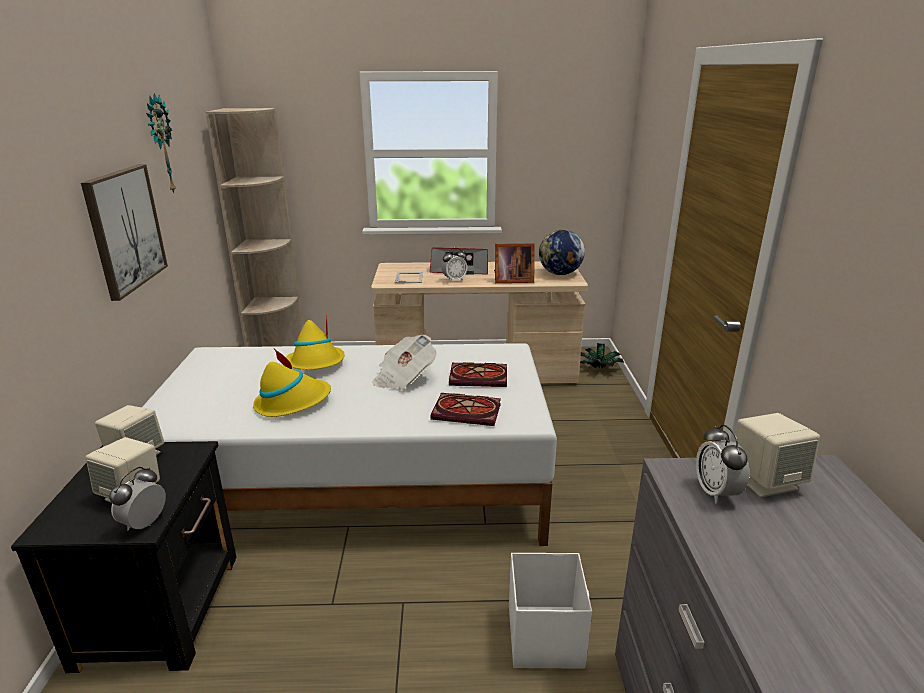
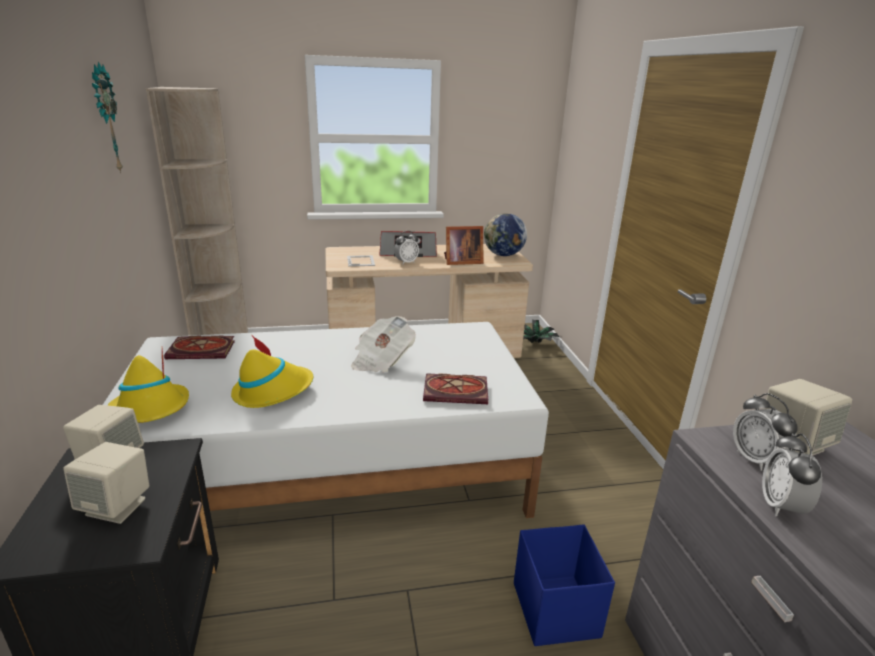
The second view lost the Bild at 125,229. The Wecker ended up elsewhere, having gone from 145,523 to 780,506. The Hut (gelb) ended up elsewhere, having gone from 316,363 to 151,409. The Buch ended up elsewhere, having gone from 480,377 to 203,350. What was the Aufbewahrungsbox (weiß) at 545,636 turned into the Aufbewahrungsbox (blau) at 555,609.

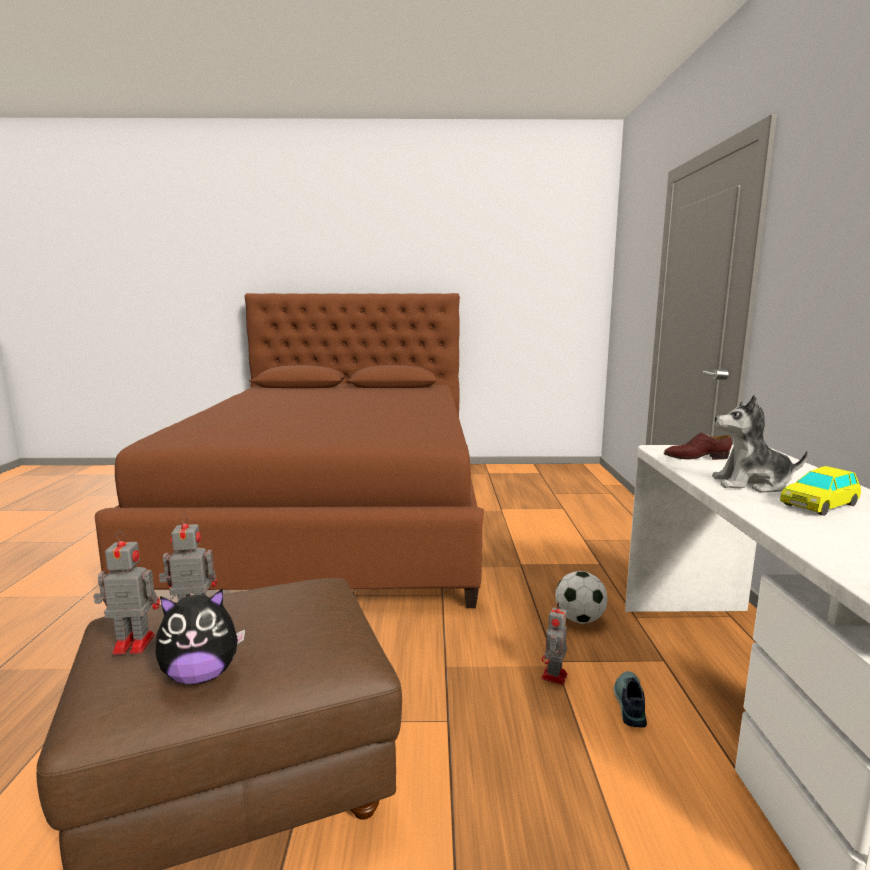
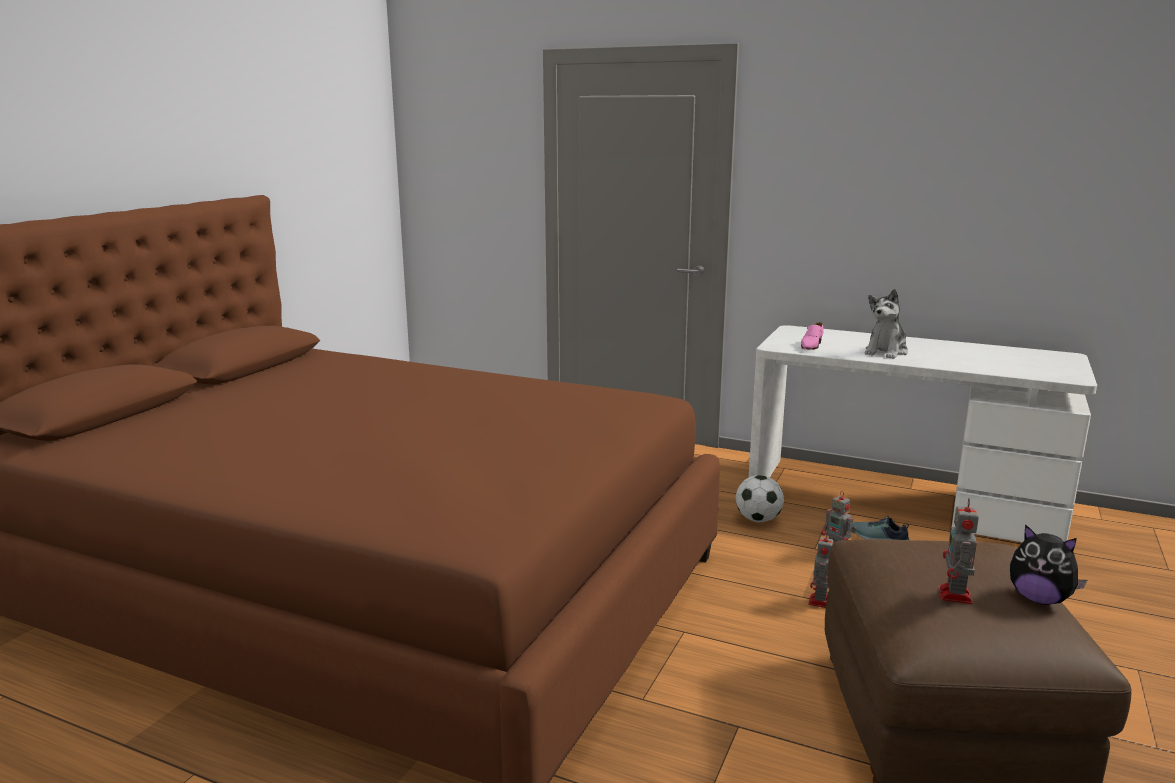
The Spielzeugroboter ended up elsewhere, having gone from 131,644 to 820,602. The Plüschtier at 201,675 ended up facing another way, 120 degrees clockwise from before. What was the Schuh (braun) at 696,458 turned into the Schuh (rosa) at 811,346. The second view lost the Spielzeugauto at 819,505.

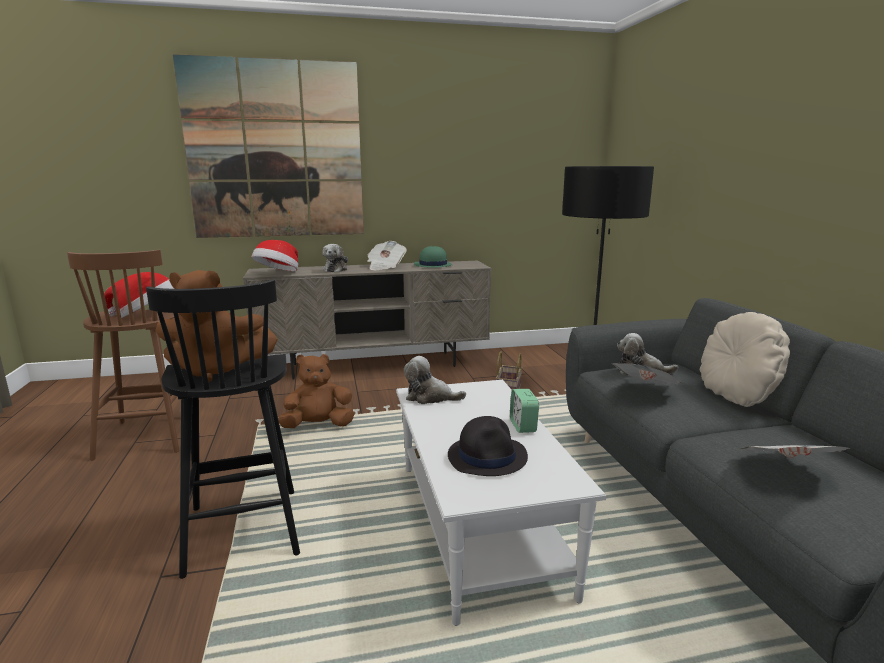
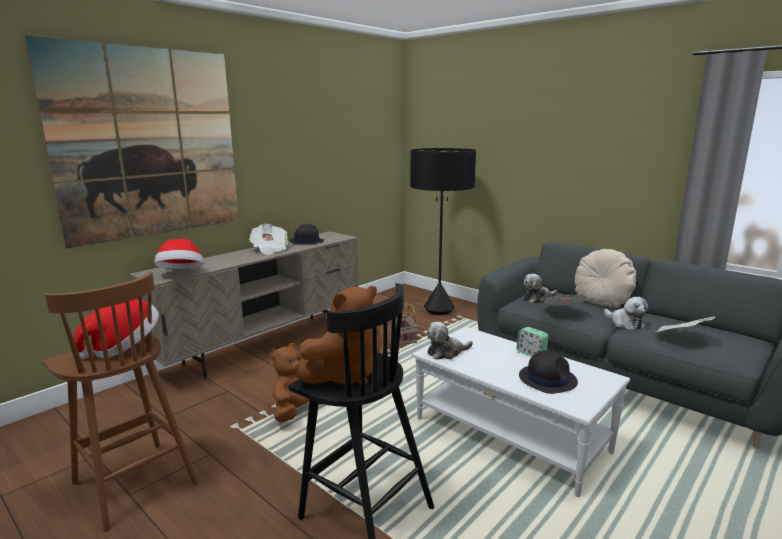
The Plüschtier ended up elsewhere, having gone from 336,269 to 625,323. What was the Hut (grün) at 432,265 turned into the Hut (schwarz) at 306,241.

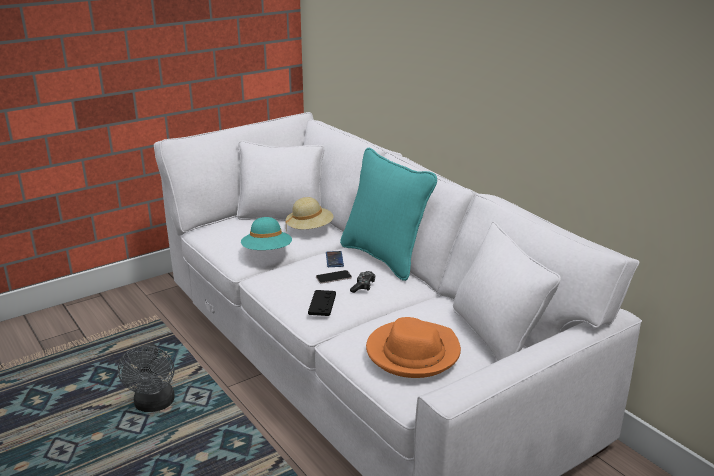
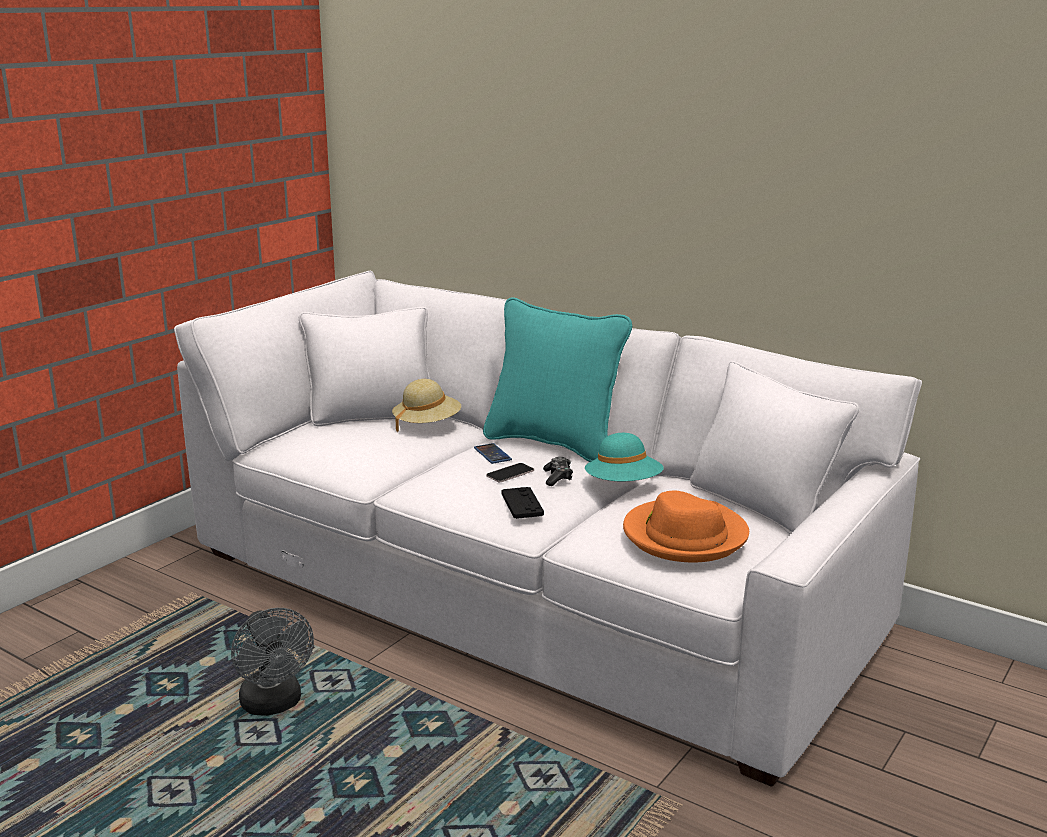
The Hut (türkis) ended up elsewhere, having gone from 267,252 to 623,485.

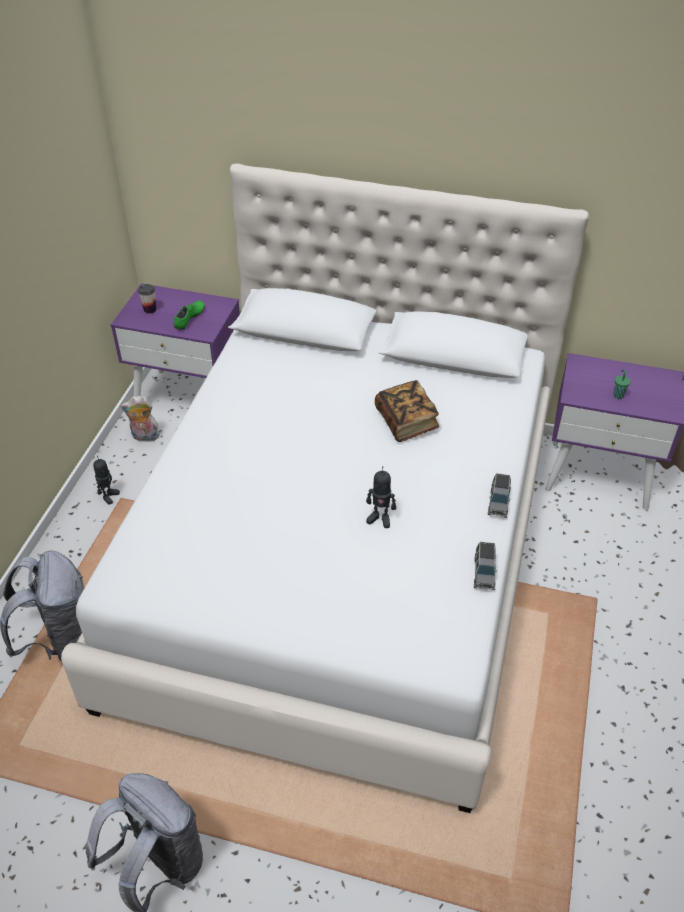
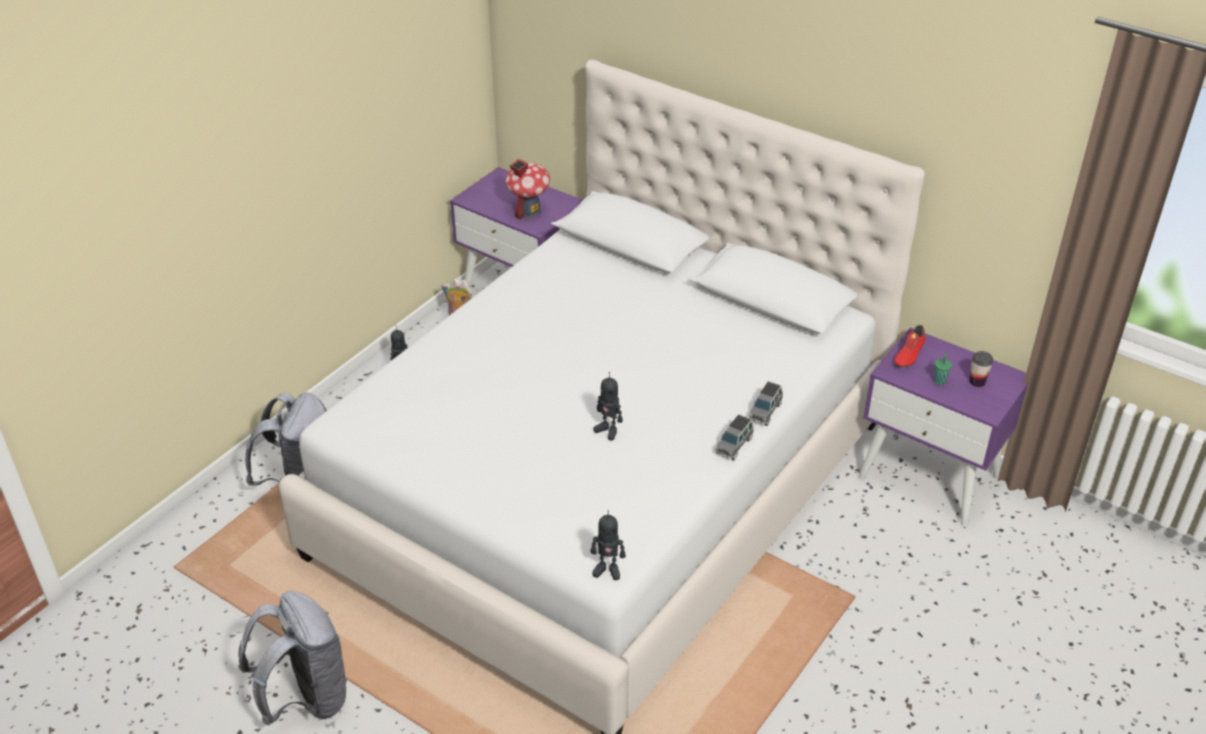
The Tasse ended up elsewhere, having gone from 150,309 to 977,382. Where the Schuh (grün) stood at 190,319, the Spielzeughaus came to stand at 528,211. The second view lost the Buch at 406,422. The Spielzeugauto (grau) ended up elsewhere, having gone from 484,573 to 765,412. The second view gained the Spielzeugroboter at 607,570. The second view gained the Schuh (rot) at 909,354.

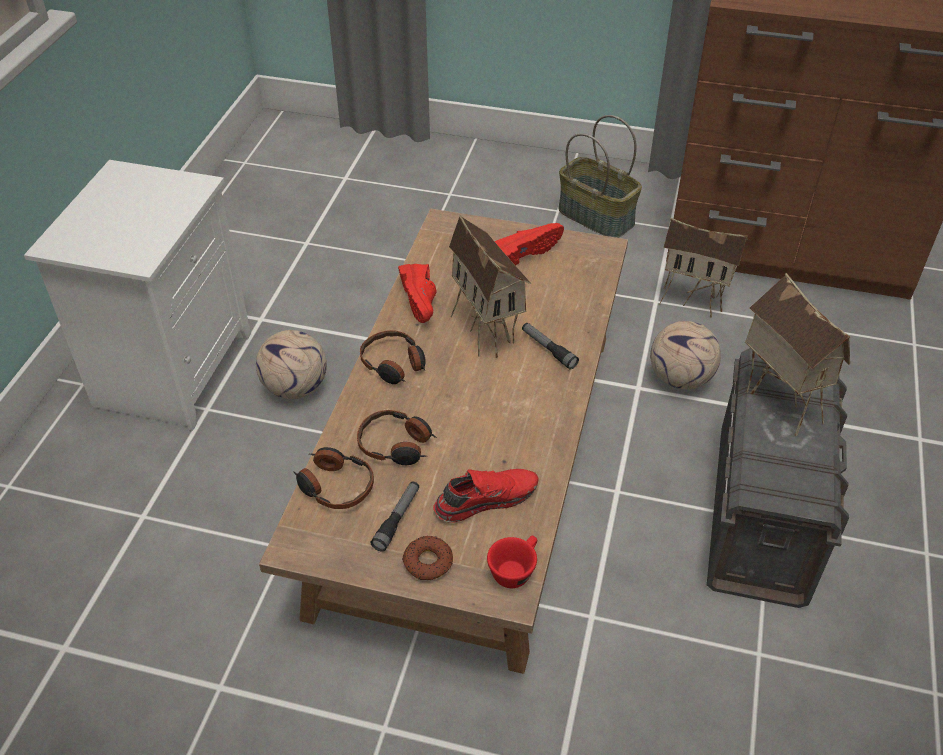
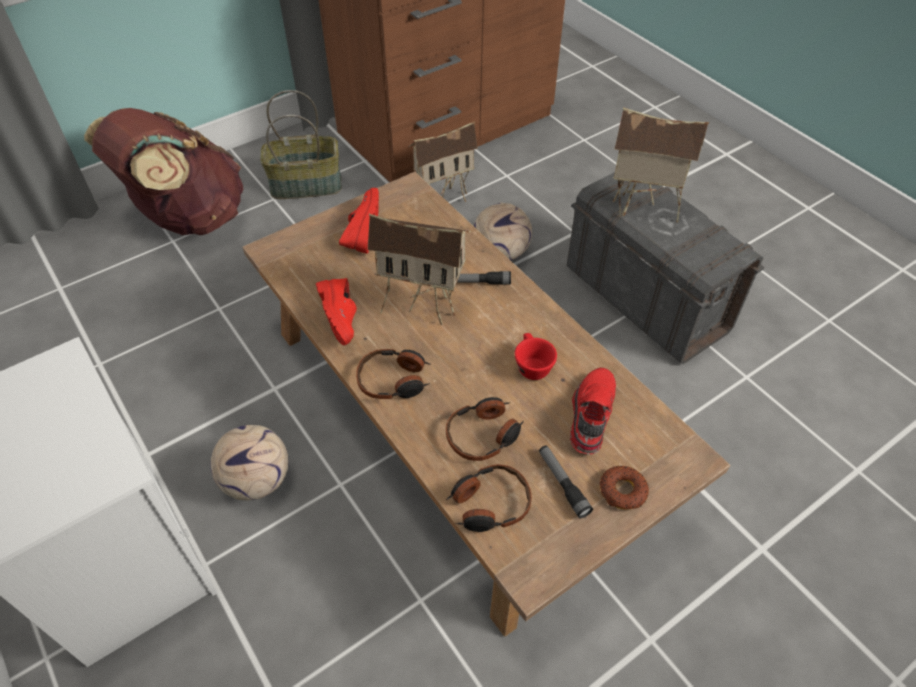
The Schuh (rot) at 423,301 ended up facing another way, 45 degrees clockwise from before. The Tasse (rot) ended up elsewhere, having gone from 515,570 to 531,365. The second view gained the Rucksack (braun) at 188,218.

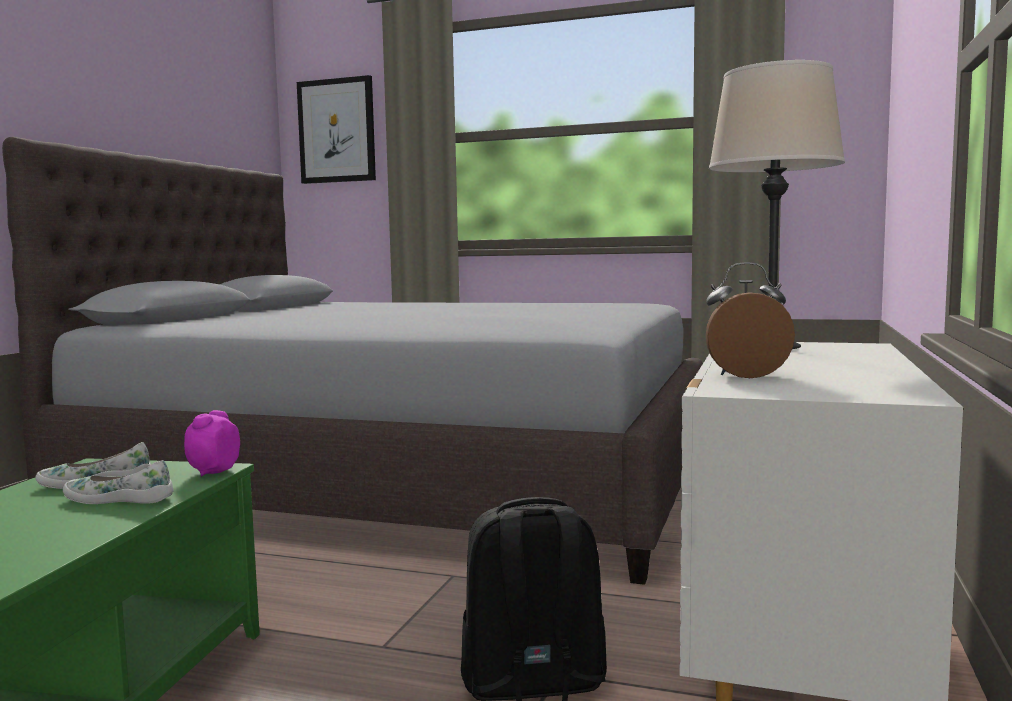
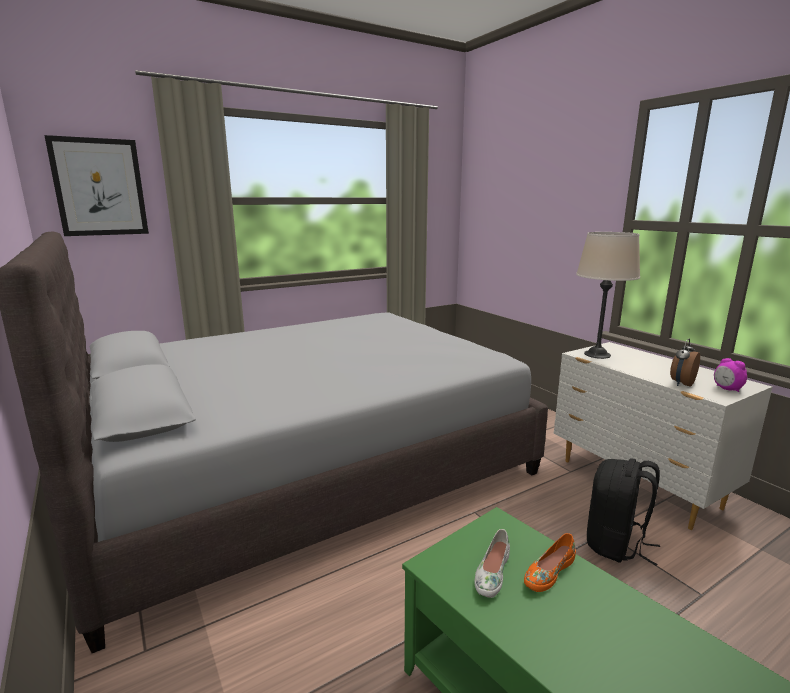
What was the Schuh (weiß) at 119,499 turned into the Schuh (orange) at 548,572. The Wecker ended up elsewhere, having gone from 213,472 to 727,389.

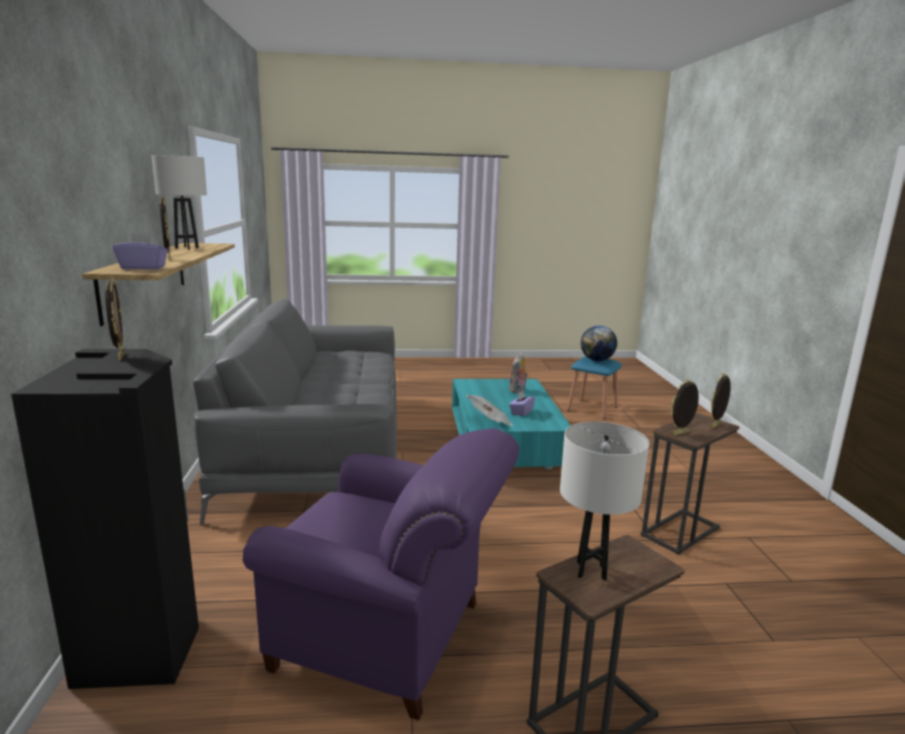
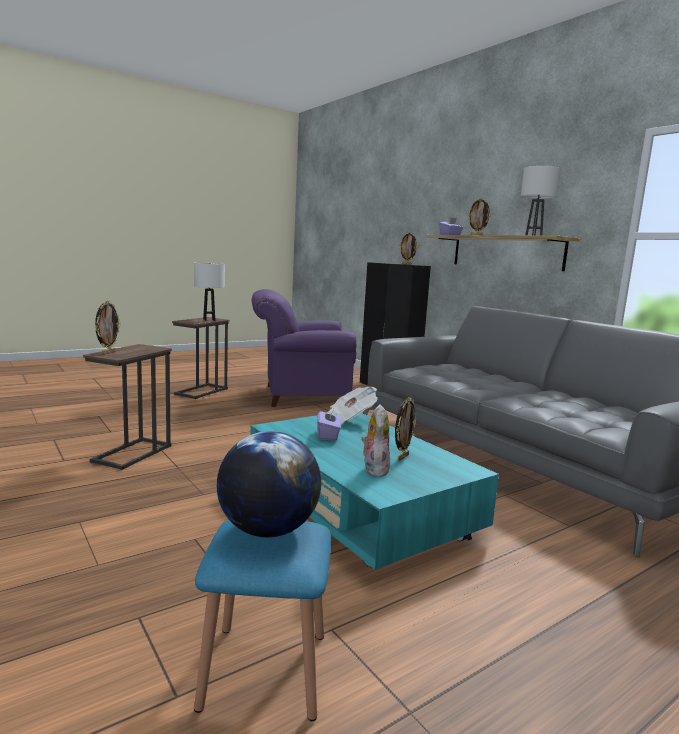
The Bilderrahmen ended up elsewhere, having gone from 681,433 to 402,457.

